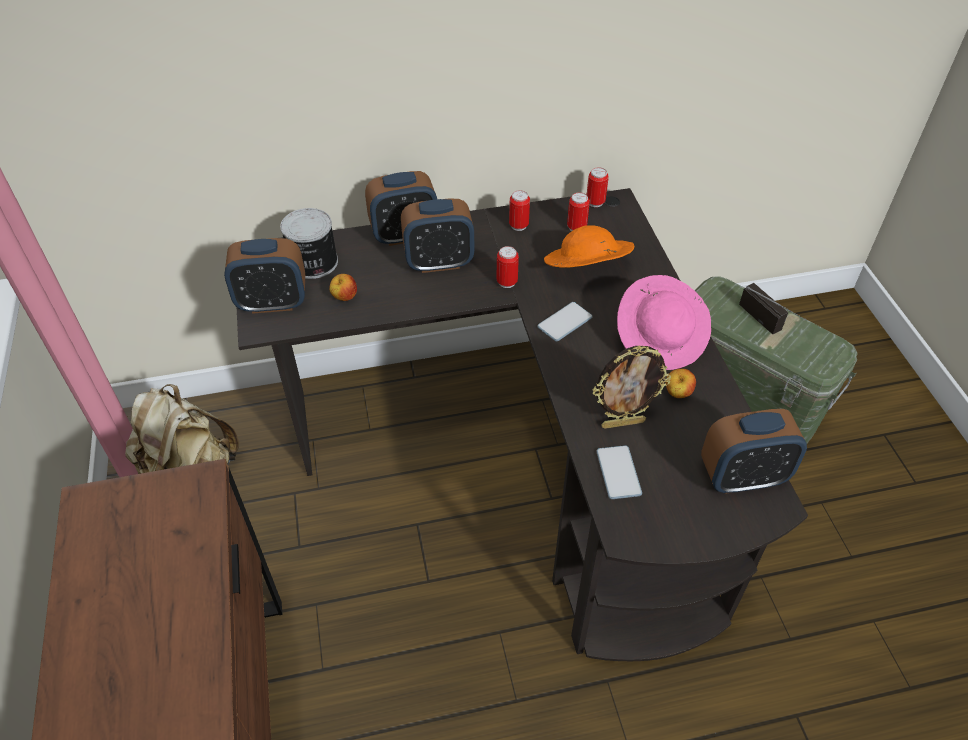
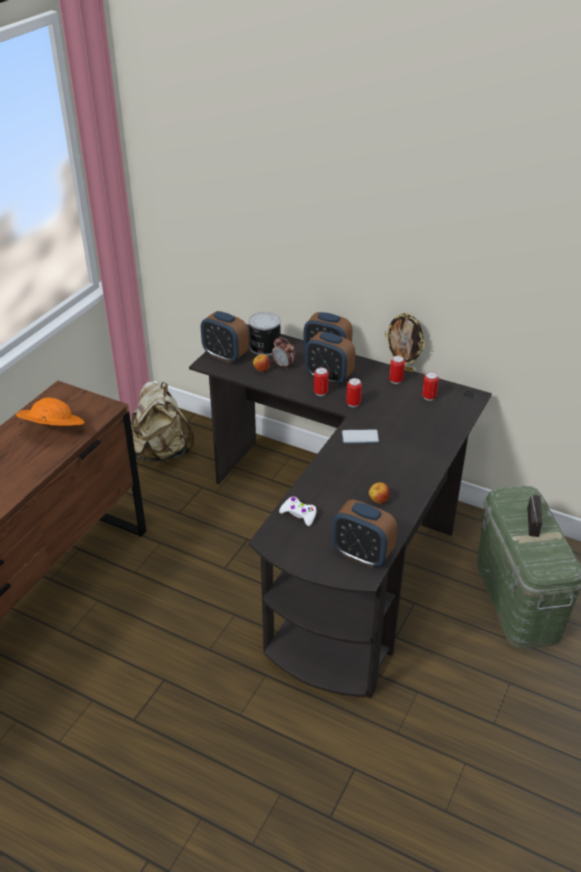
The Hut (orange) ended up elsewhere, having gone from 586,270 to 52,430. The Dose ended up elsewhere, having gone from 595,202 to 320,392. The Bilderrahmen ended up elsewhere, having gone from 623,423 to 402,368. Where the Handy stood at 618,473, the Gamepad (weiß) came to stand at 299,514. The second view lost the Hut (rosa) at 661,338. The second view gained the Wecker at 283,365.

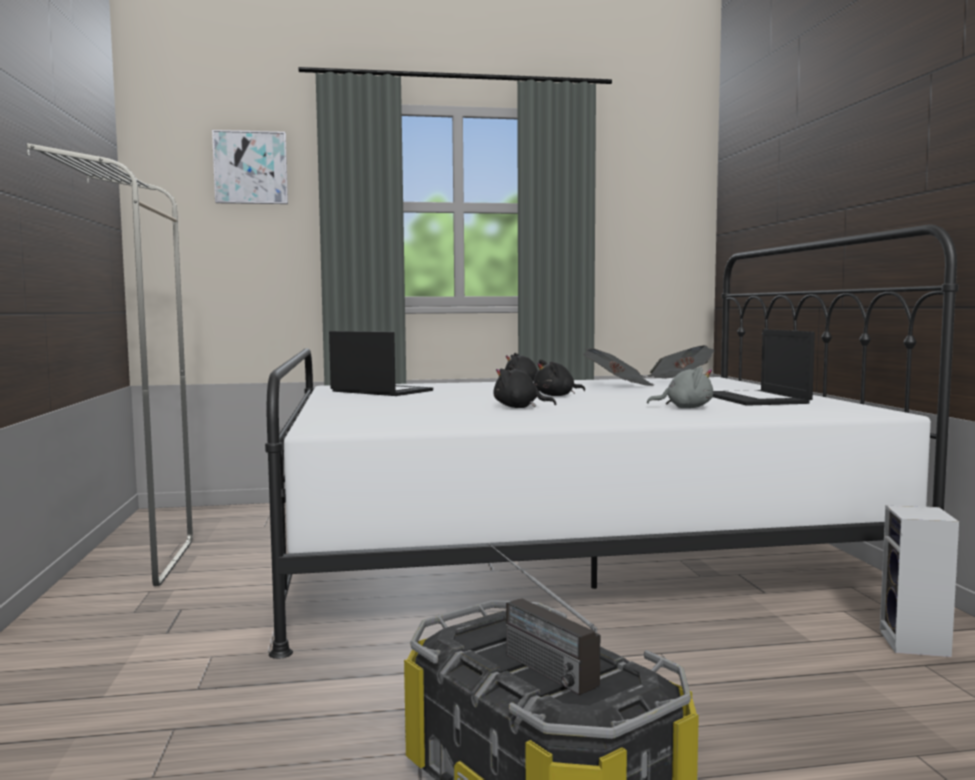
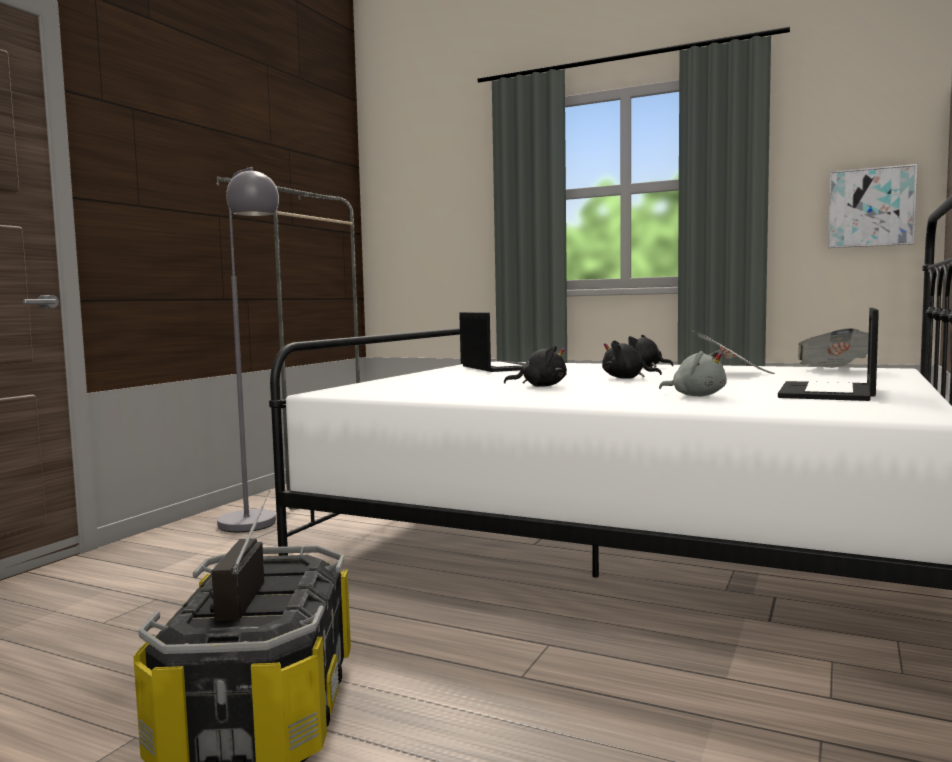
The Bild ended up elsewhere, having gone from 251,168 to 871,207. The Plüschtier (schwarz) at 519,407 ended up facing another way, 135 degrees clockwise from before. The second view lost the Lautsprecher at 916,644. The second view gained the Stehlampe (grau) at 256,527.

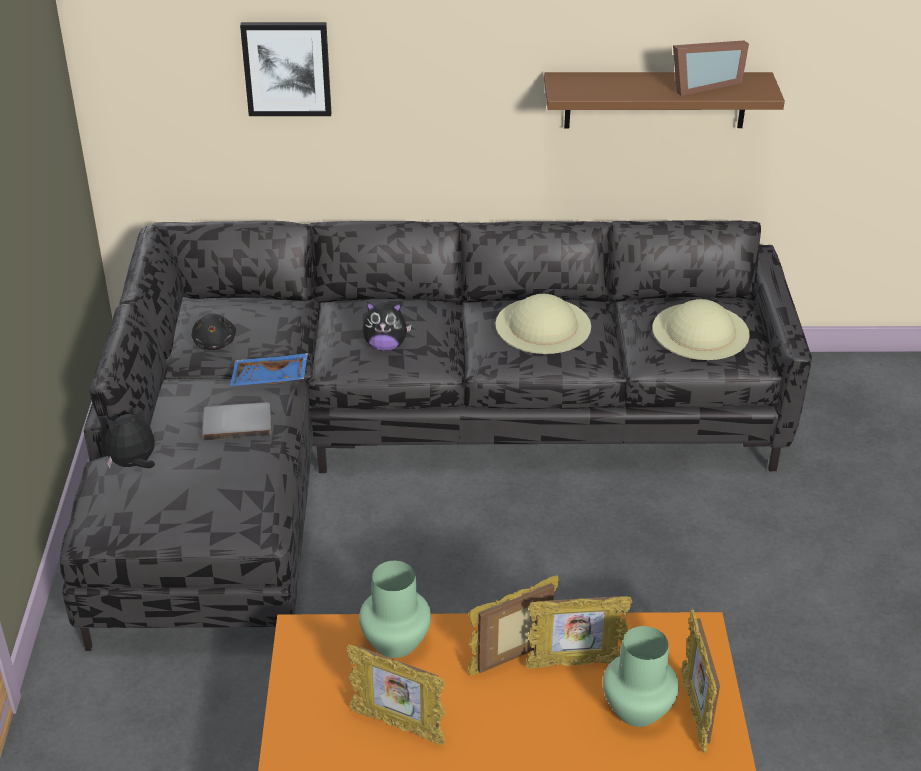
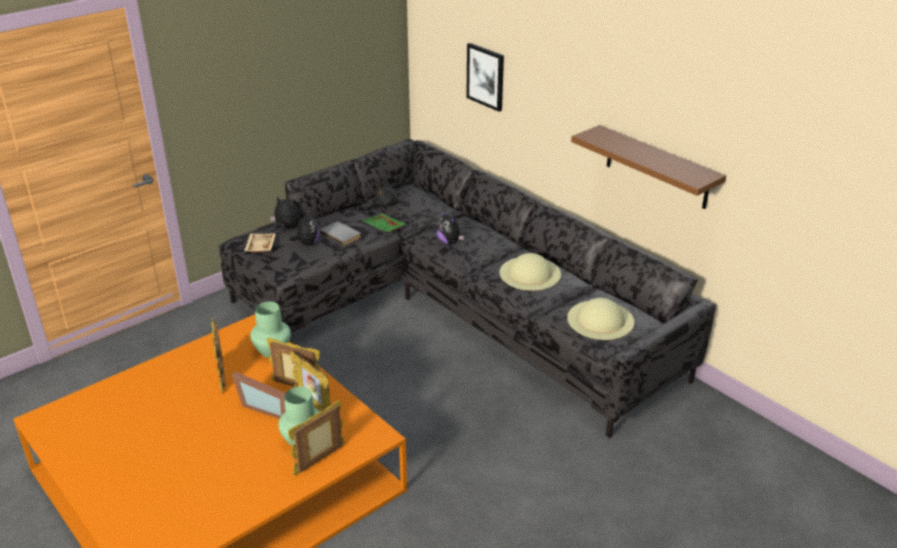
What was the Tablett (blau) at 269,379 turned into the Tablett (grün) at 383,228. The Bilderrahmen ended up elsewhere, having gone from 701,85 to 266,407. The second view gained the Tablett (beige) at 260,247. The second view gained the Plüschtier at 307,243.

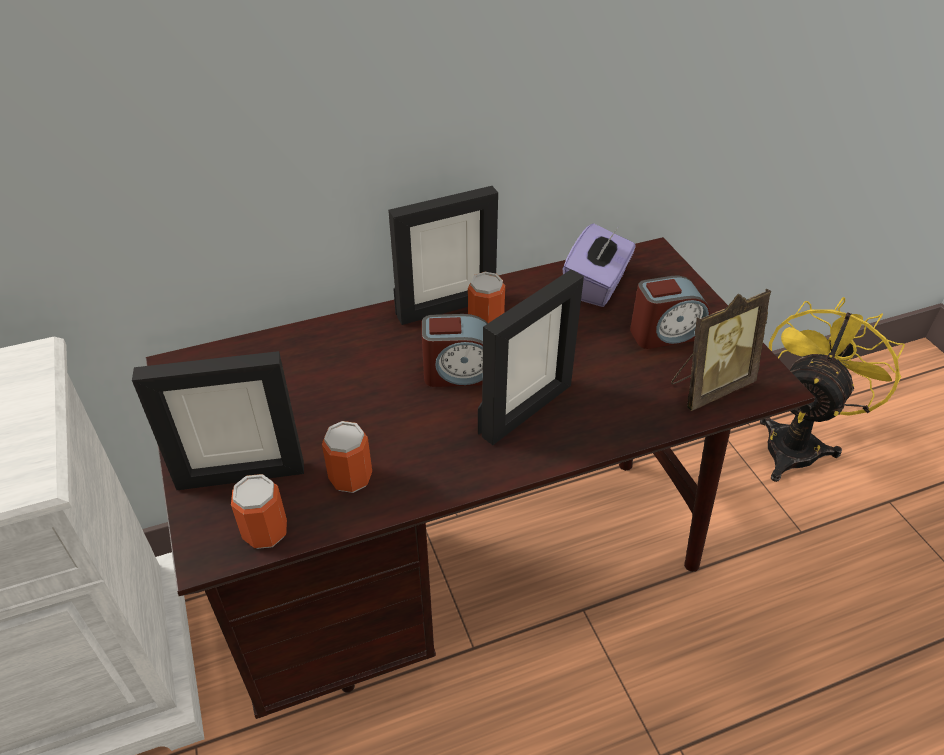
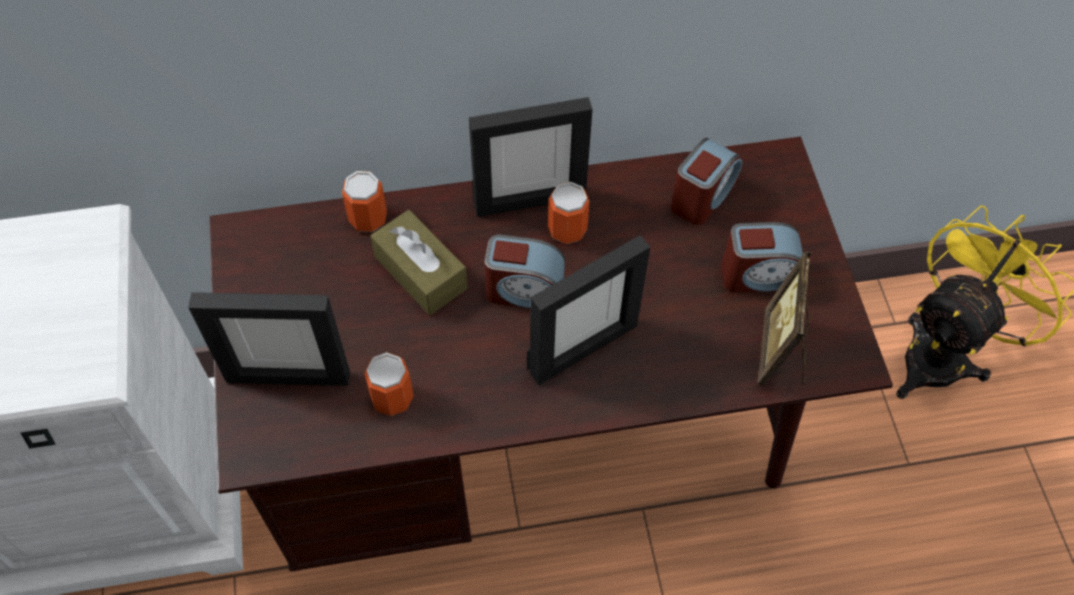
The Dose ended up elsewhere, having gone from 265,532 to 368,218. Where the Taschentuchbox (lila) stood at 596,285, the Wecker came to stand at 702,196. The Bilderrahmen at 708,386 ended up facing another way, 120 degrees clockwise from before. The second view gained the Taschentuchbox (braun) at 420,272.

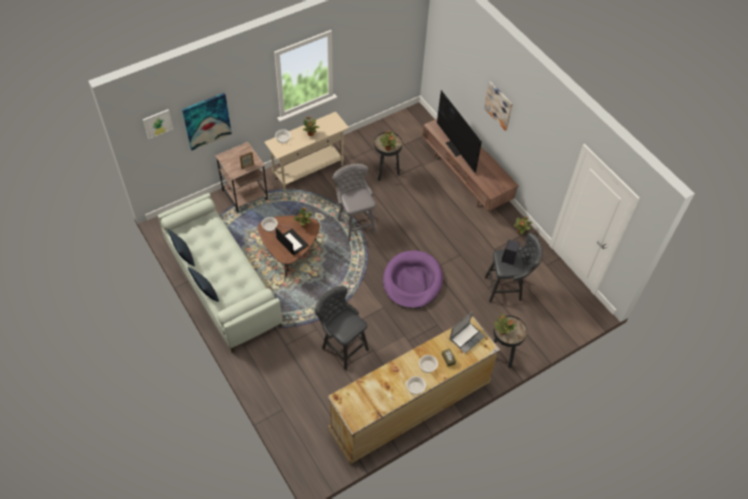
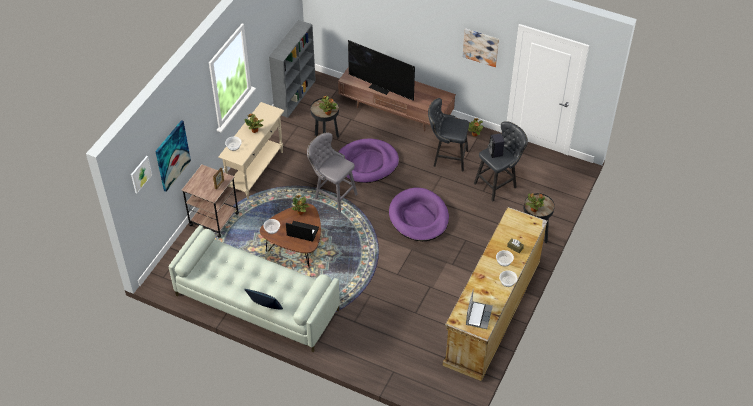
The second view lost the Kissen (blau) at 184,256. The Hocker (grau) ended up elsewhere, having gone from 341,345 to 446,157. The Laptop ended up elsewhere, having gone from 467,337 to 478,315. The Bild ended up elsewhere, having gone from 499,105 to 481,47. The second view gained the Bücherregal (grau) at 295,96. The second view gained the Hundebett (lila) at 367,163.

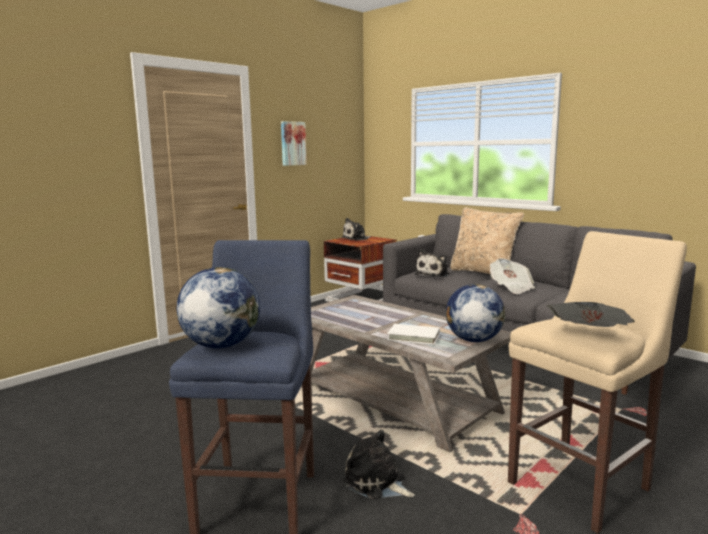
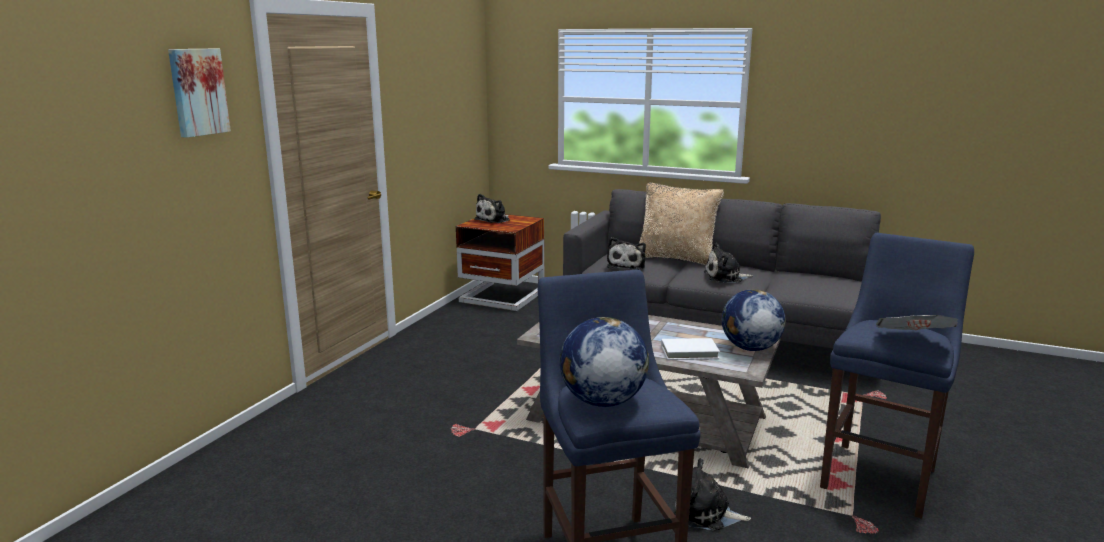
The Bild ended up elsewhere, having gone from 292,143 to 197,92. Where the Zeitung stood at 511,288, the Plüschtier came to stand at 725,277. What was the Hocker (beige) at 583,483 turned into the Hocker (blau) at 881,475.

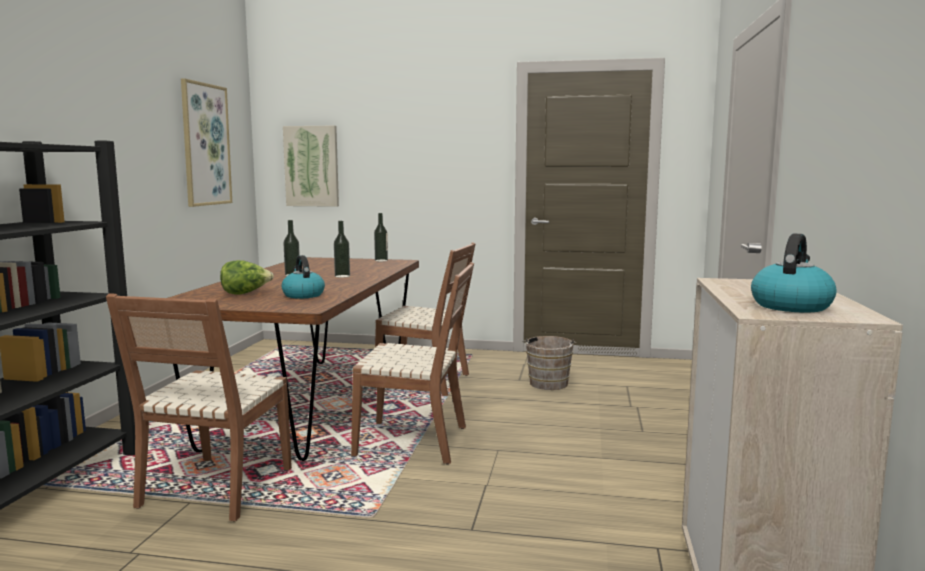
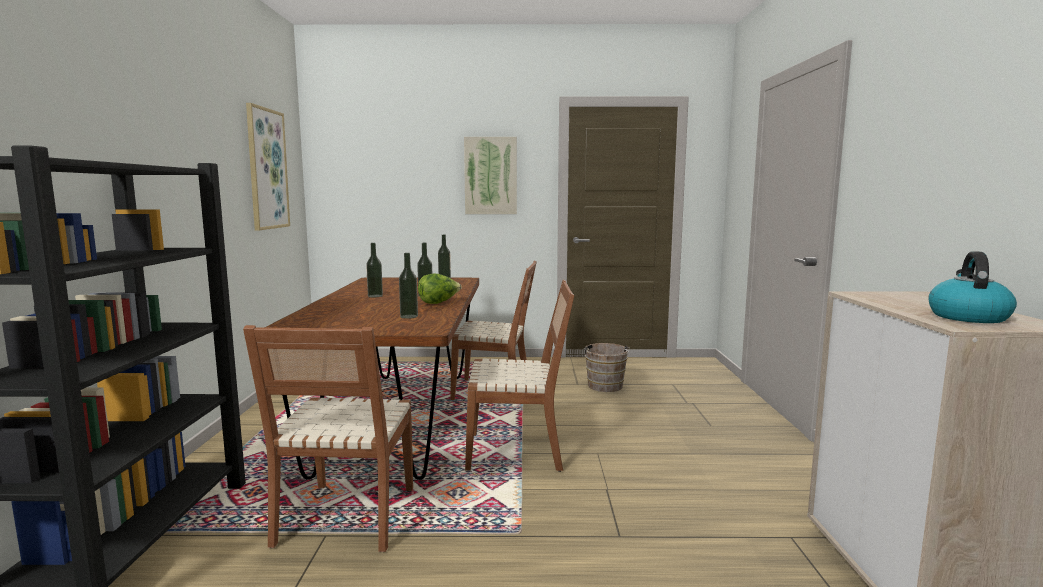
The Salatkopf ended up elsewhere, having gone from 245,293 to 439,303. Where the Wasserkessel stood at 303,295, the Flasche came to stand at 409,316. The Bild ended up elsewhere, having gone from 311,166 to 490,176.

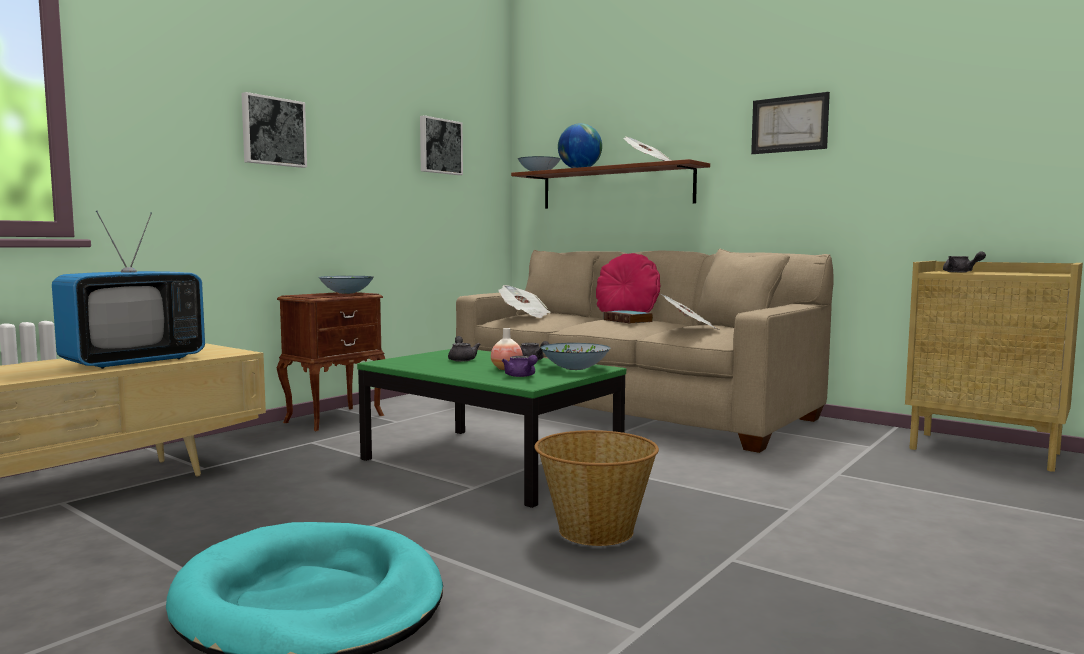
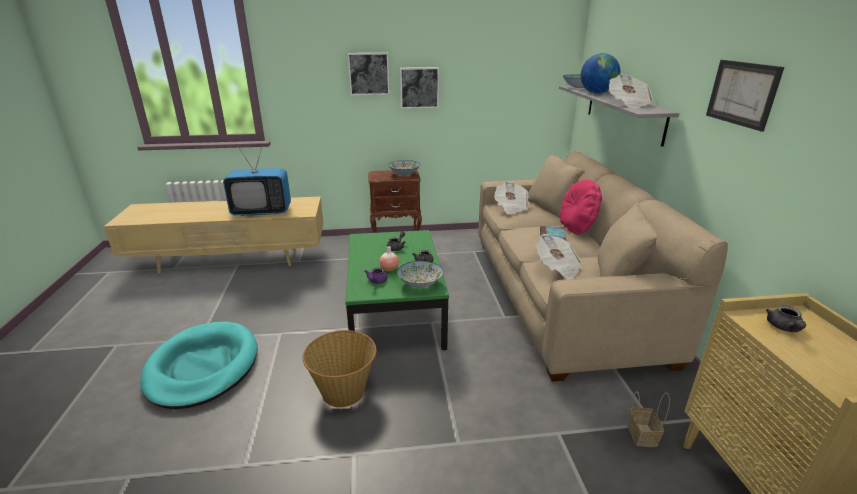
The Bild ended up elsewhere, having gone from 439,146 to 419,87. What was the Wandregal (braun) at 615,188 turned into the Wandregal (grau) at 623,112. The second view gained the Korb at 641,434.

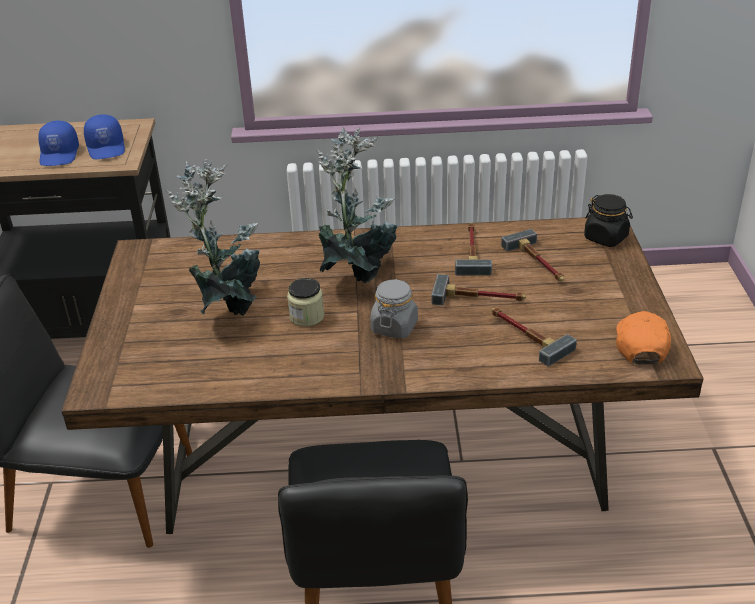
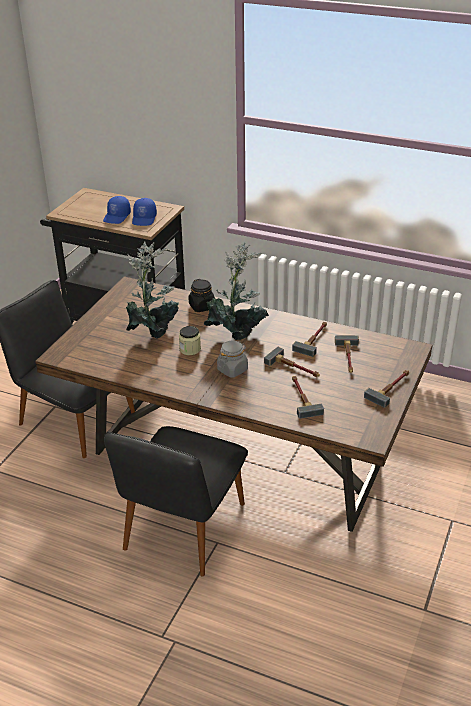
The Vorratsglas (schwarz) ended up elsewhere, having gone from 606,238 to 202,306. The second view lost the Kappe (orange) at 640,344. The second view gained the Hammer at 391,388.

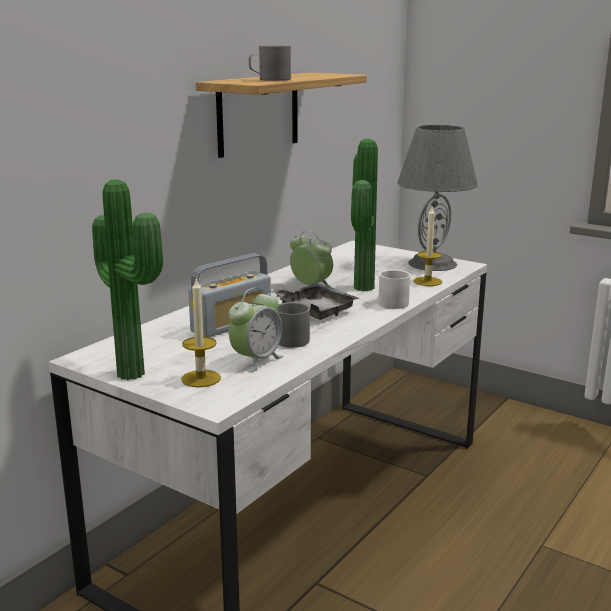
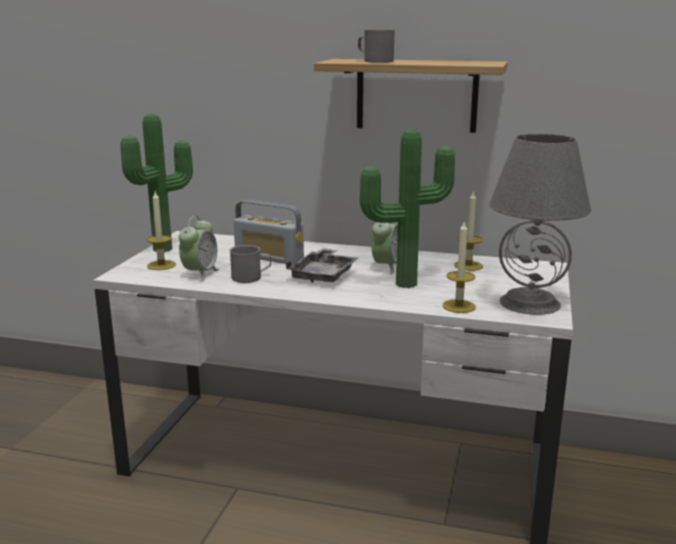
The Wecker at 256,360 ended up facing another way, 90 degrees counterclockwise from before. The second view lost the Henkelbecher (weiß) at 392,302. The second view gained the Kerze at 468,266.

